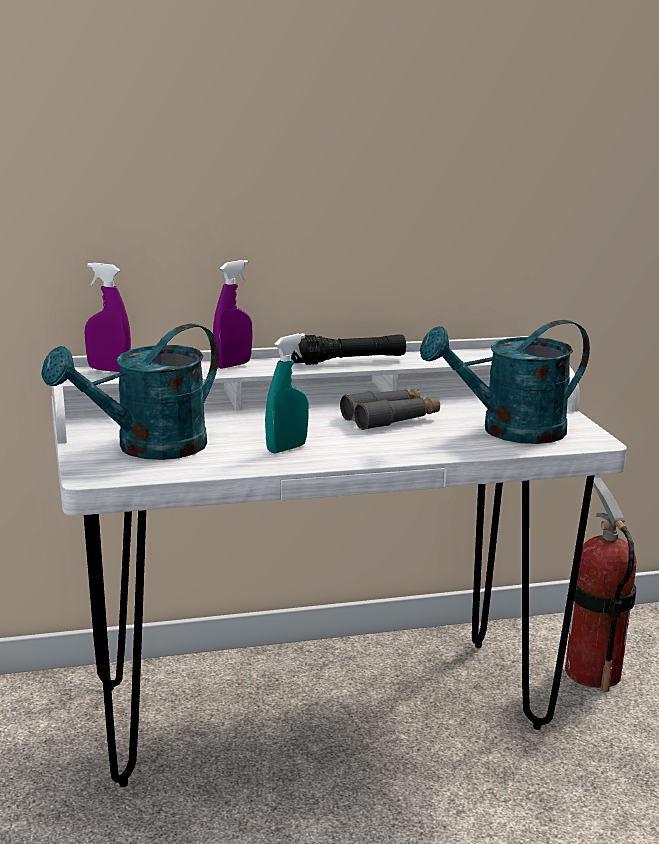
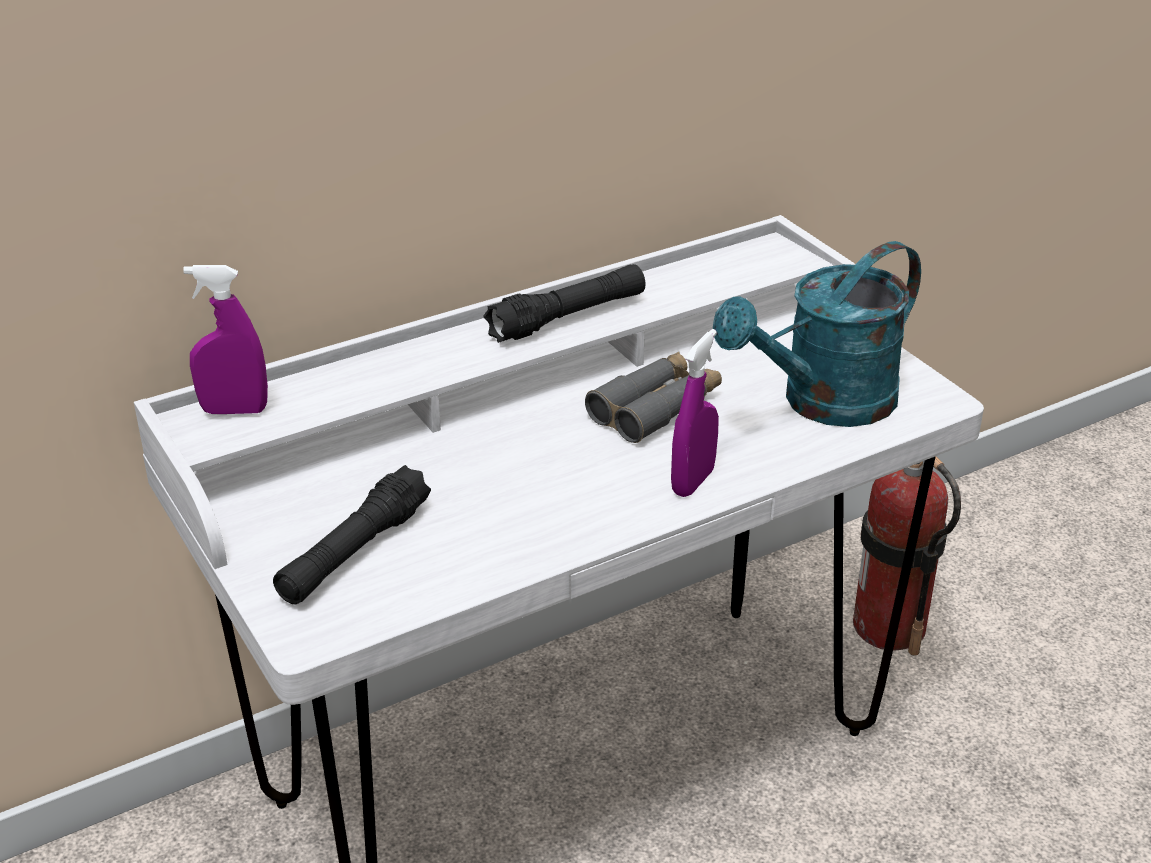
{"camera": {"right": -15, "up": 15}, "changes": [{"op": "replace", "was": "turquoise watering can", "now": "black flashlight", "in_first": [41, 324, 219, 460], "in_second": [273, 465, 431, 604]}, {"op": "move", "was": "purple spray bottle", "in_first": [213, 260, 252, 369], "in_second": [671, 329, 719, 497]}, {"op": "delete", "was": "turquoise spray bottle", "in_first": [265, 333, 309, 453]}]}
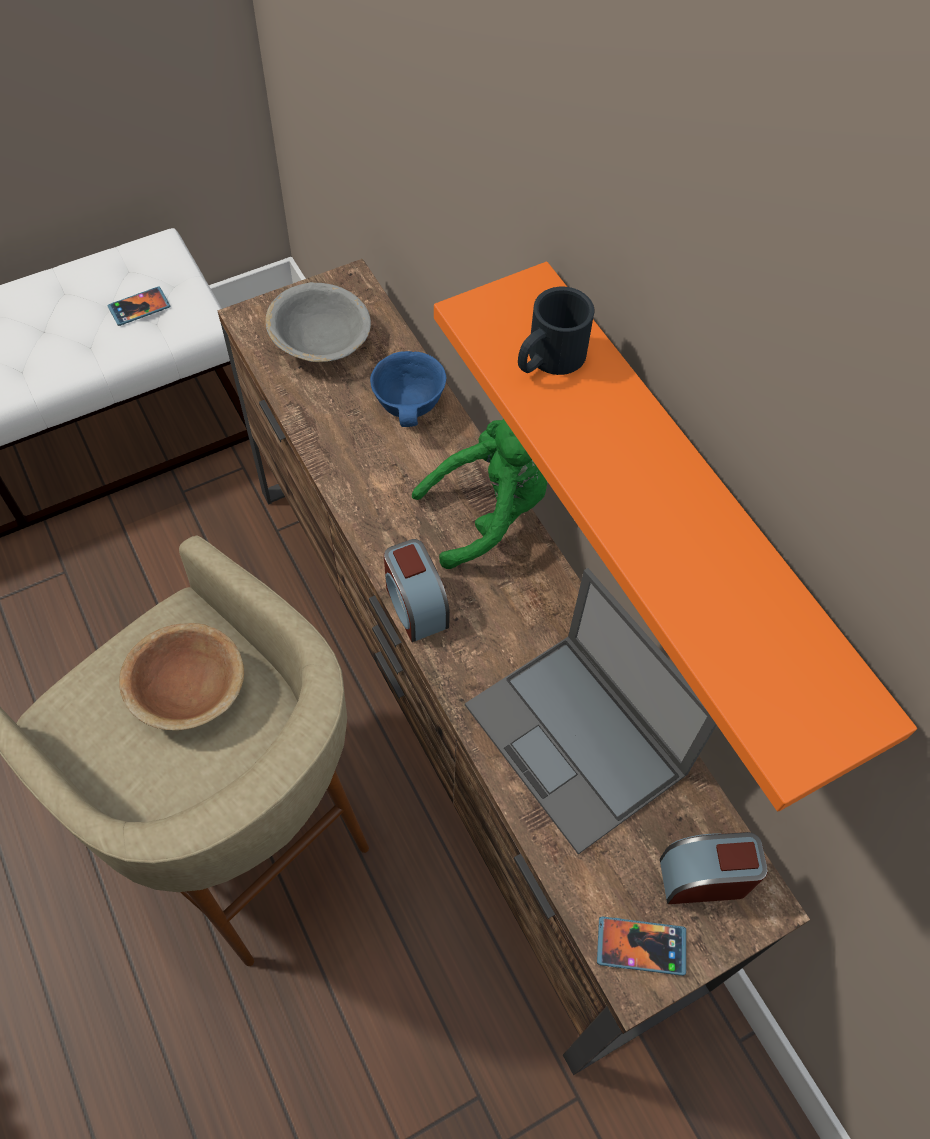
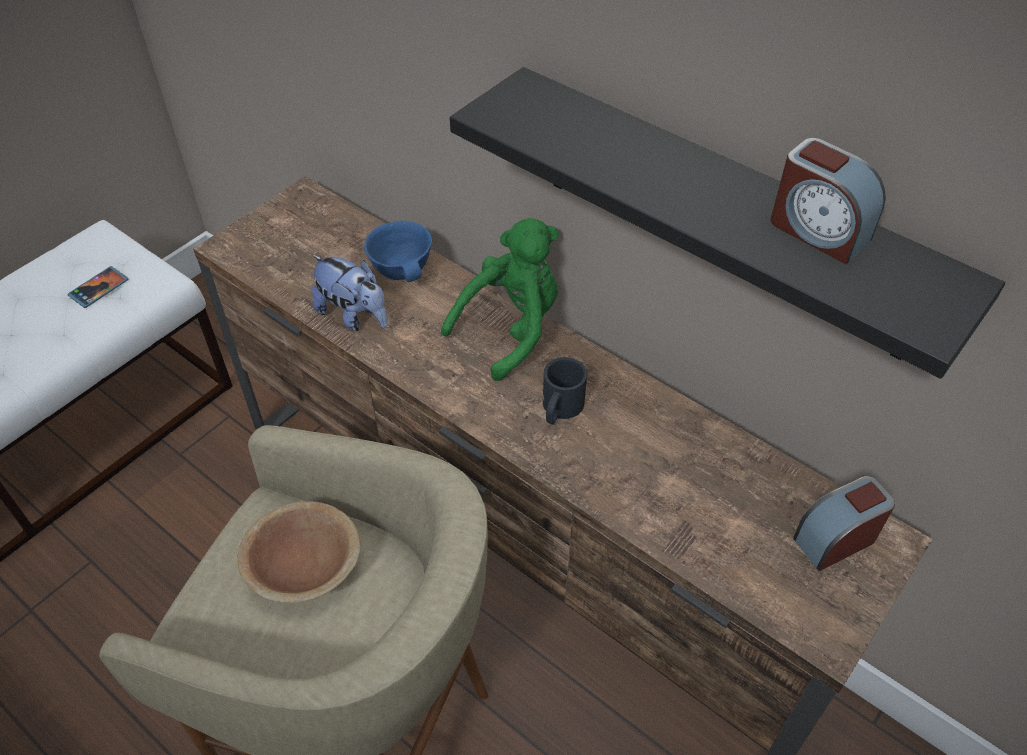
{"camera": {"right": -20, "up": -10}, "changes": [{"op": "delete", "was": "grey bowl", "in_first": [265, 282, 371, 362]}, {"op": "move", "was": "alarm clock", "in_first": [384, 539, 450, 642], "in_second": [771, 138, 886, 264]}, {"op": "recolor", "was": "orange shelf", "now": "black shelf", "in_first": [434, 262, 917, 811], "in_second": [450, 67, 1005, 379]}, {"op": "delete", "was": "laptop", "in_first": [465, 568, 717, 854]}, {"op": "move", "was": "black mug", "in_first": [518, 287, 594, 375], "in_second": [543, 357, 587, 424]}, {"op": "delete", "was": "phone", "in_first": [597, 917, 686, 976]}, {"op": "insert", "now": "plush toy", "in_second": [311, 255, 388, 331]}]}
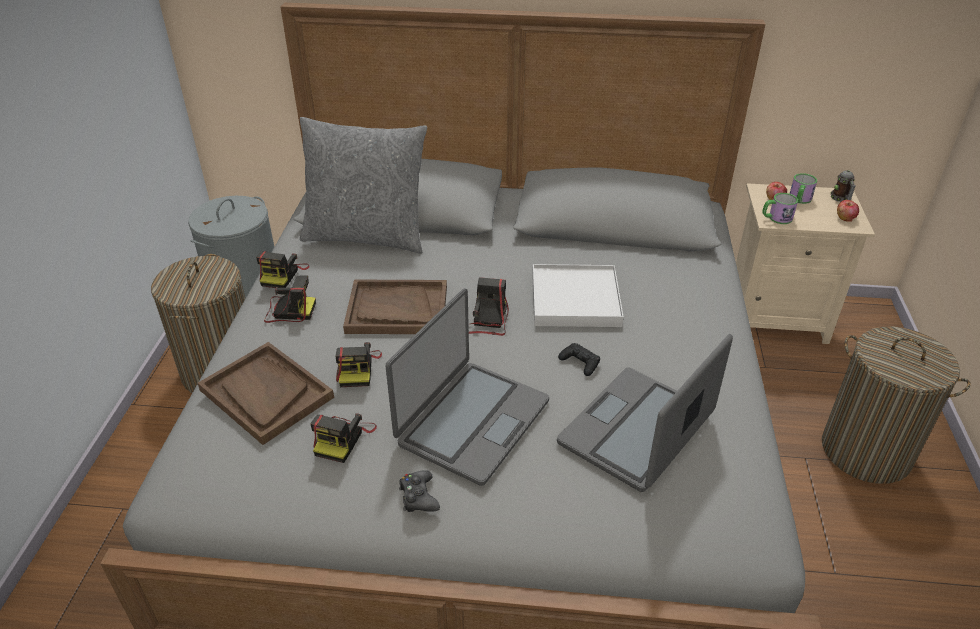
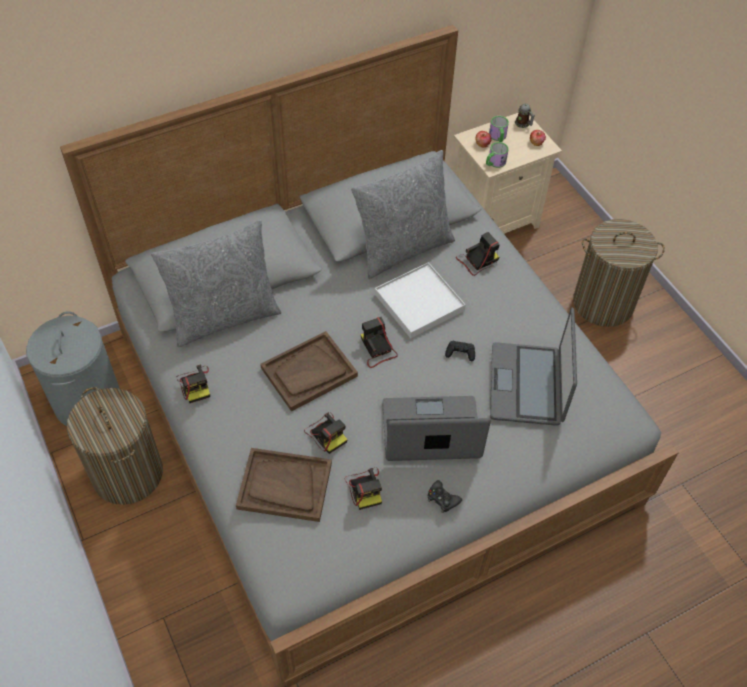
{"camera": {"right": -35, "up": 15}, "changes": [{"op": "move", "was": "photo camera", "in_first": [264, 275, 316, 323], "in_second": [456, 232, 500, 276]}, {"op": "rotate", "was": "laptop", "in_first": [386, 288, 549, 486], "in_second": [382, 396, 491, 461], "clockwise": -90}, {"op": "insert", "now": "grey pillow", "in_second": [351, 150, 455, 279]}]}
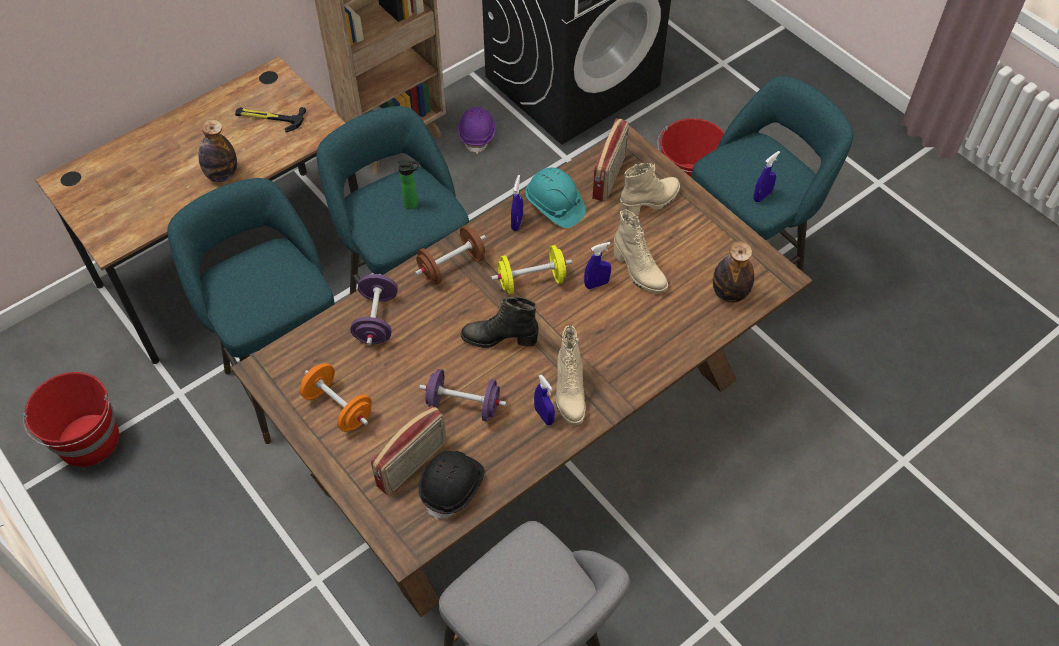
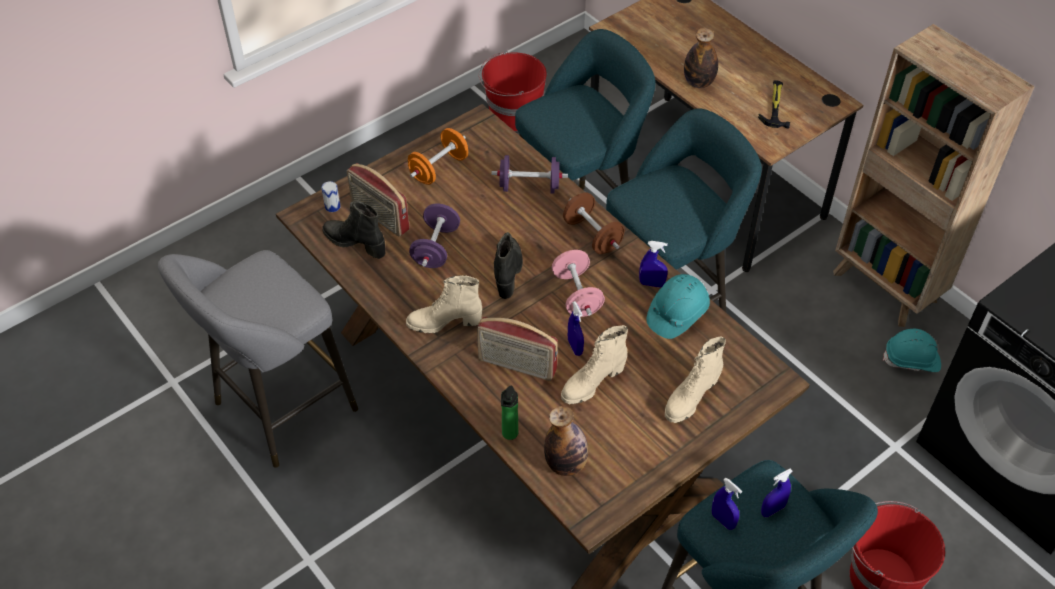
{"camera": {"right": 90, "up": -5}, "changes": [{"op": "move", "was": "bottle", "in_first": [398, 160, 419, 209], "in_second": [501, 386, 518, 440]}, {"op": "replace", "was": "black hard hat", "now": "black boot", "in_first": [419, 451, 484, 520], "in_second": [322, 201, 386, 259]}, {"op": "recolor", "was": "purple hard hat", "now": "turquoise hard hat", "in_first": [458, 107, 496, 154], "in_second": [883, 329, 941, 372]}, {"op": "recolor", "was": "yellow dumbbell", "now": "pink dumbbell", "in_first": [491, 245, 572, 295], "in_second": [552, 250, 605, 317]}, {"op": "move", "was": "blue spray bottle", "in_first": [534, 374, 555, 425], "in_second": [761, 469, 793, 517]}, {"op": "move", "was": "radio", "in_first": [592, 118, 629, 201], "in_second": [477, 317, 558, 381]}, {"op": "rotate", "was": "beige boot", "in_first": [620, 163, 680, 216], "in_second": [665, 336, 726, 423], "clockwise": 75}, {"op": "insert", "now": "can", "in_second": [321, 181, 340, 212]}]}
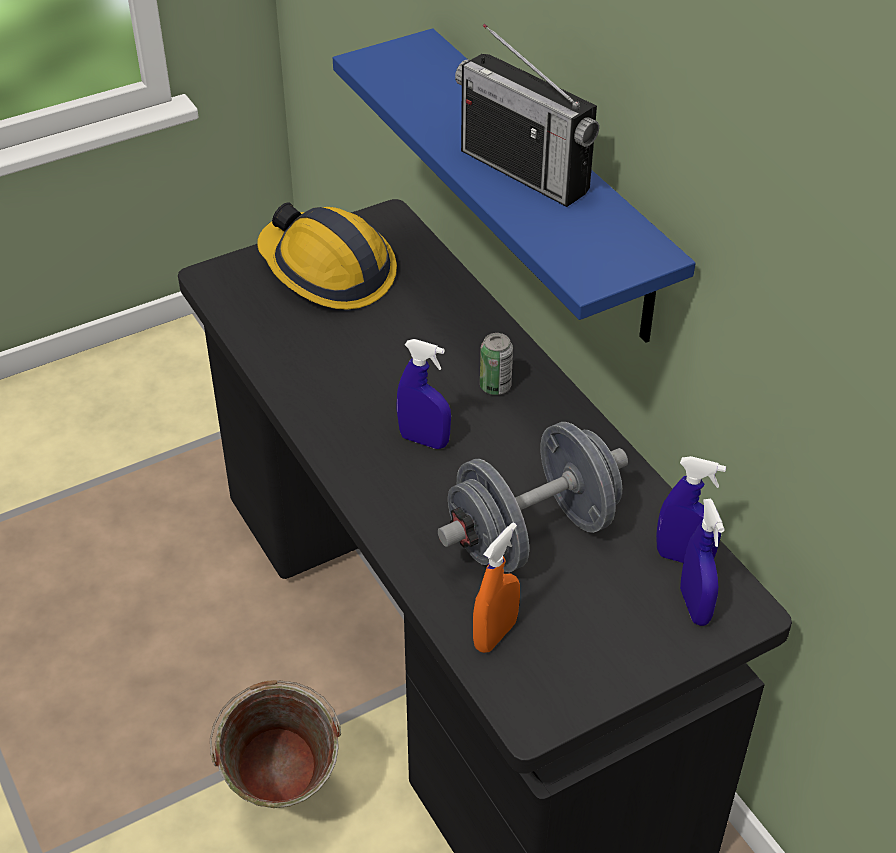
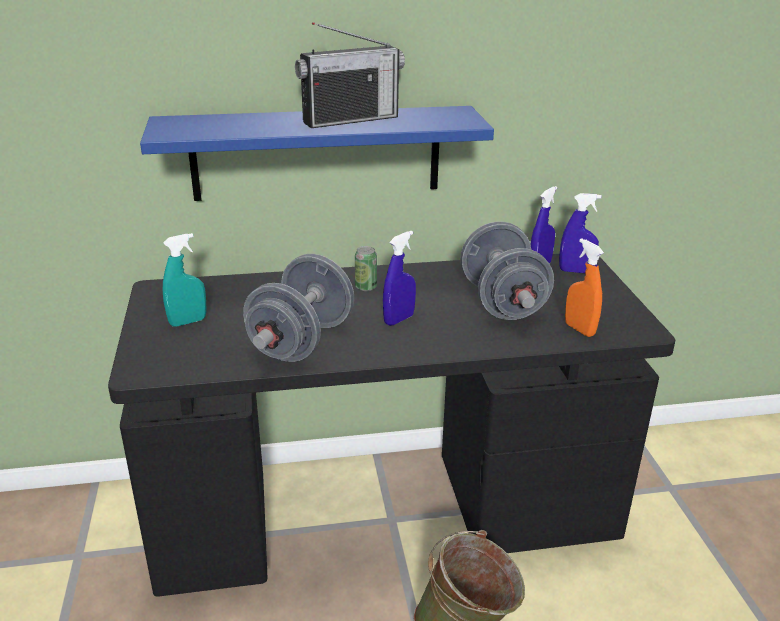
{"camera": {"right": -70, "up": -15}, "changes": [{"op": "replace", "was": "hard hat", "now": "turquoise spray bottle", "in_first": [257, 203, 397, 310], "in_second": [163, 233, 207, 327]}, {"op": "insert", "now": "grey dumbbell", "in_second": [243, 254, 354, 362]}]}
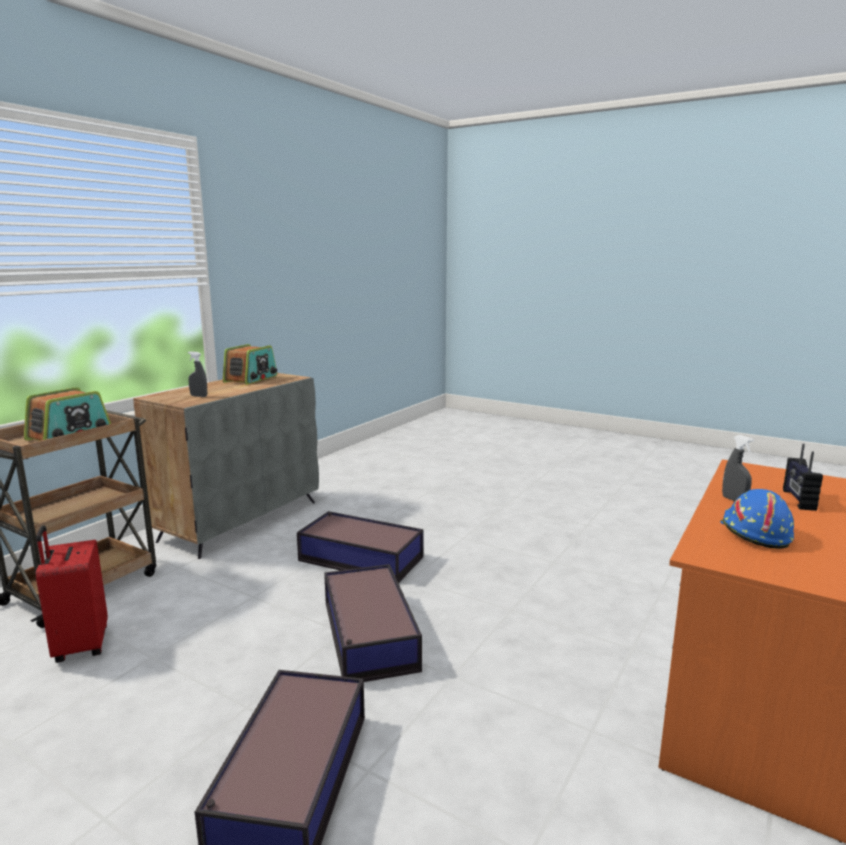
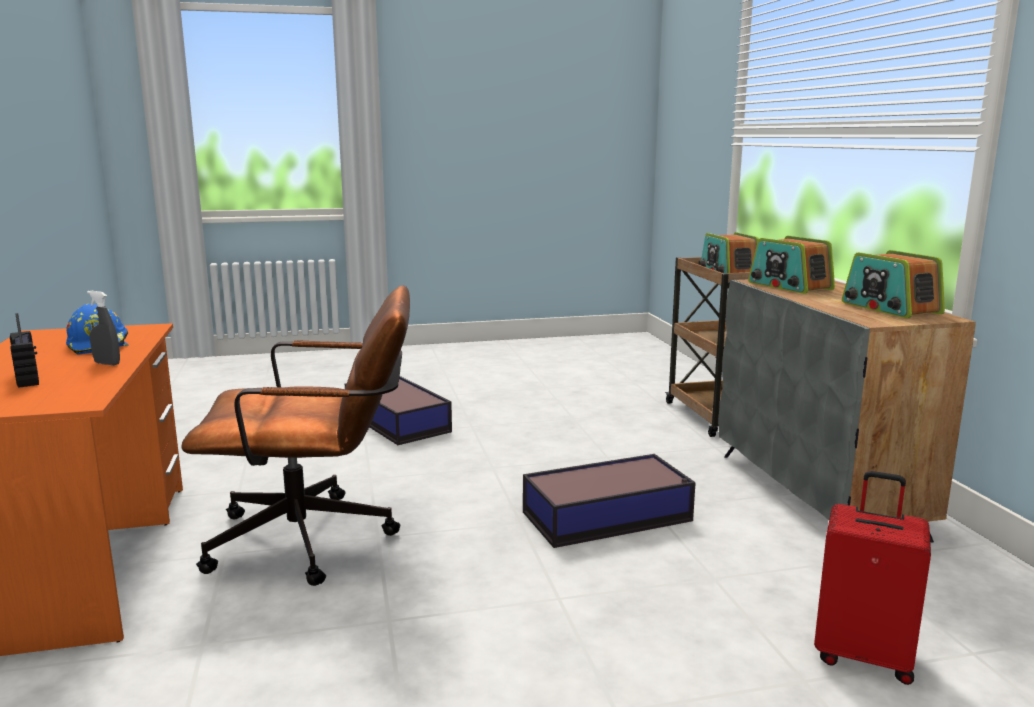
{"camera": {"right": 135, "up": 0}, "changes": [{"op": "move", "was": "red suitcase", "in_first": [36, 525, 108, 663], "in_second": [814, 471, 931, 685]}, {"op": "replace", "was": "grey spray bottle", "now": "radio", "in_first": [188, 351, 207, 397], "in_second": [748, 236, 835, 294]}, {"op": "delete", "was": "storage box", "in_first": [324, 564, 422, 682]}, {"op": "insert", "now": "brown office chair", "in_second": [181, 285, 410, 586]}]}
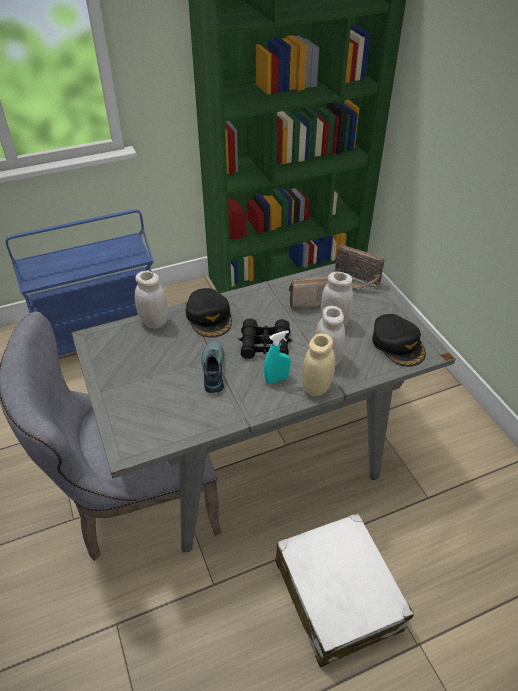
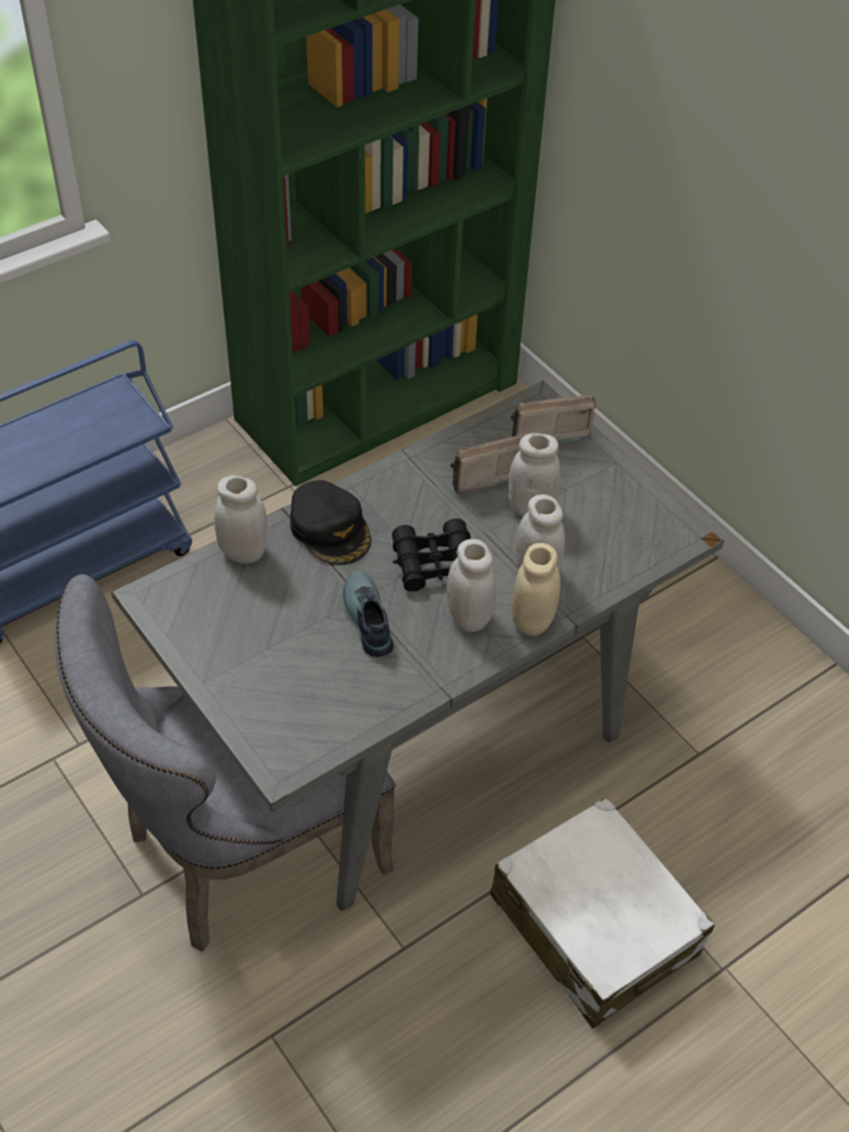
{"camera": {"right": -15, "up": 5}, "changes": [{"op": "replace", "was": "turquoise spray bottle", "now": "white jar", "in_first": [264, 331, 291, 384], "in_second": [447, 539, 496, 632]}, {"op": "rotate", "was": "radio", "in_first": [333, 245, 384, 290], "in_second": [511, 395, 596, 442], "clockwise": 150}, {"op": "delete", "was": "black cap", "in_first": [372, 314, 426, 367]}]}
